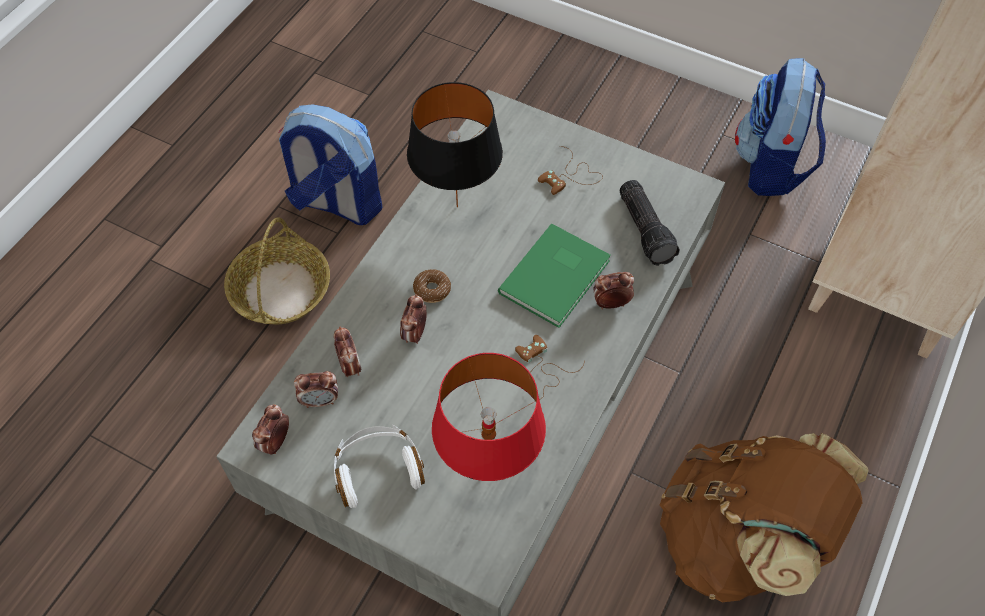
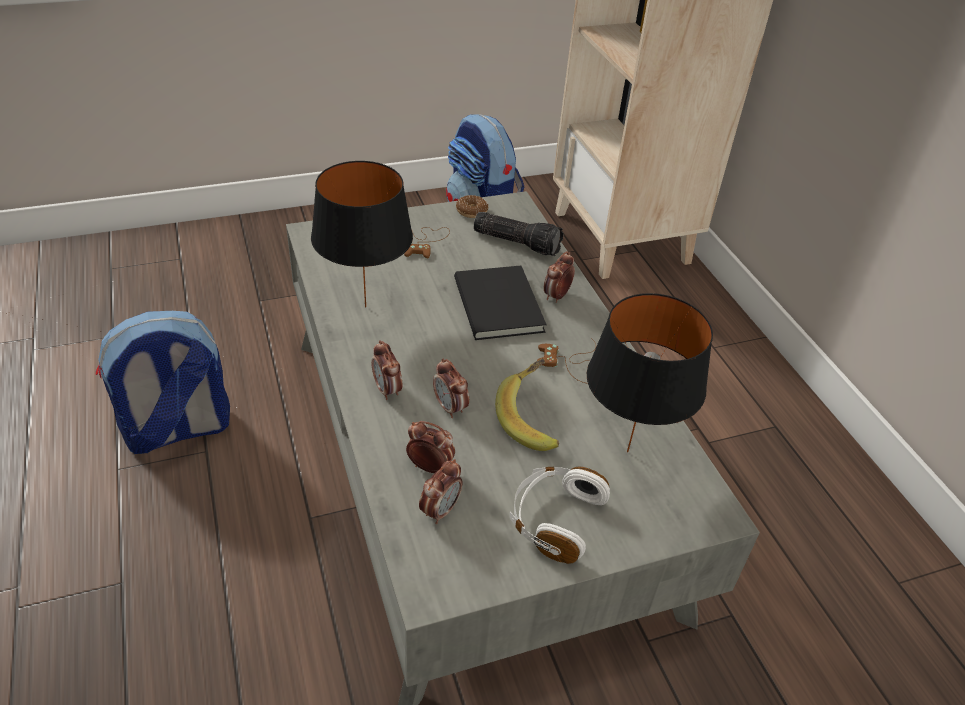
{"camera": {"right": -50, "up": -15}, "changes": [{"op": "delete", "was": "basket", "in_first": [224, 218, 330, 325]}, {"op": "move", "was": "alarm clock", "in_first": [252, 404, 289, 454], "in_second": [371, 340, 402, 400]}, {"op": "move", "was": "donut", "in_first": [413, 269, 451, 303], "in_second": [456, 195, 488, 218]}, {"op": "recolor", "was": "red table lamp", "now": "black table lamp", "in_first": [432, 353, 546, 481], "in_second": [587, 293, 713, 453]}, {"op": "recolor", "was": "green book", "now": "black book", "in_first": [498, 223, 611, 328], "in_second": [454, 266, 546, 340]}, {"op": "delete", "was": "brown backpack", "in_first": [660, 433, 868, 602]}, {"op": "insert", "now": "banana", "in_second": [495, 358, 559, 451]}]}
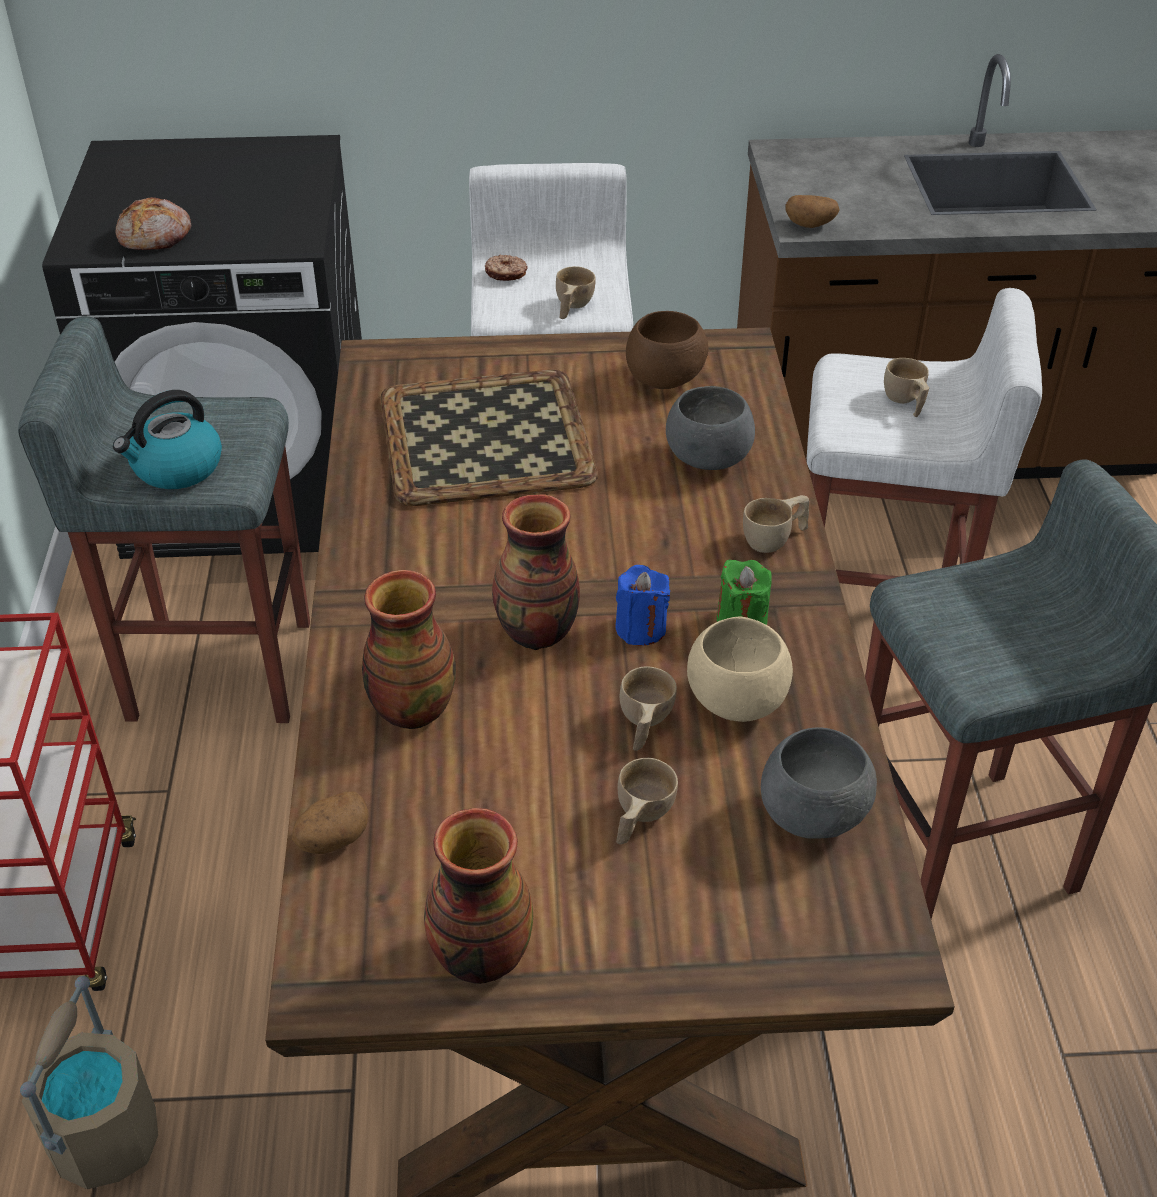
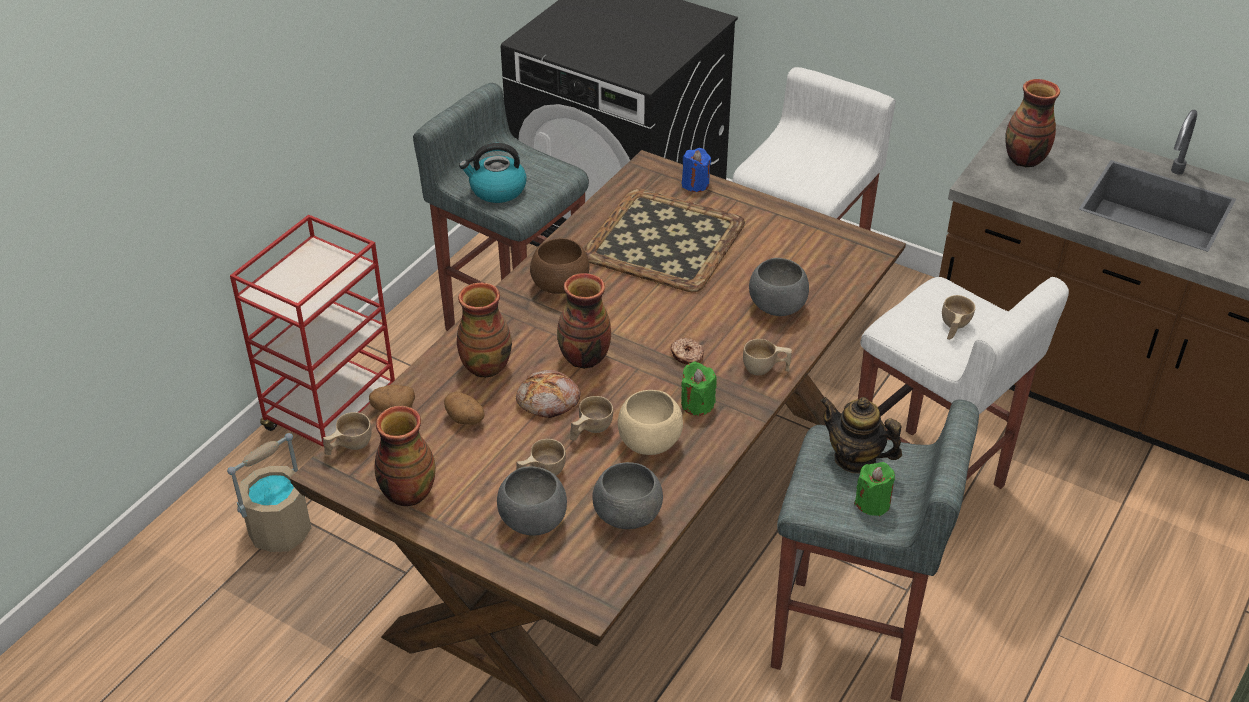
{"camera": {"right": 35, "up": 0}, "changes": [{"op": "move", "was": "bread", "in_first": [115, 197, 192, 250], "in_second": [516, 370, 581, 418]}, {"op": "move", "was": "donut", "in_first": [485, 255, 527, 281], "in_second": [670, 338, 704, 365]}, {"op": "move", "was": "beige cup", "in_first": [556, 266, 596, 319], "in_second": [323, 412, 371, 455]}, {"op": "move", "was": "blue candle", "in_first": [615, 565, 670, 646], "in_second": [682, 148, 711, 192]}, {"op": "move", "was": "brown bowl", "in_first": [626, 311, 709, 389], "in_second": [530, 238, 590, 294]}, {"op": "move", "was": "potato", "in_first": [785, 195, 840, 228], "in_second": [444, 392, 485, 425]}, {"op": "insert", "now": "grey bowl", "in_second": [497, 466, 567, 536]}, {"op": "insert", "now": "teapot", "in_second": [820, 397, 902, 474]}, {"op": "insert", "now": "green candle", "in_second": [854, 462, 895, 516]}, {"op": "insert", "now": "vase", "in_second": [1005, 79, 1060, 168]}]}
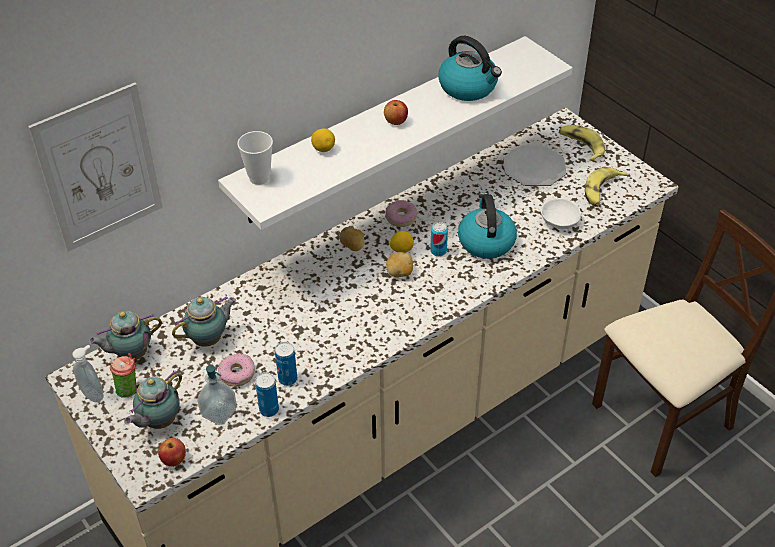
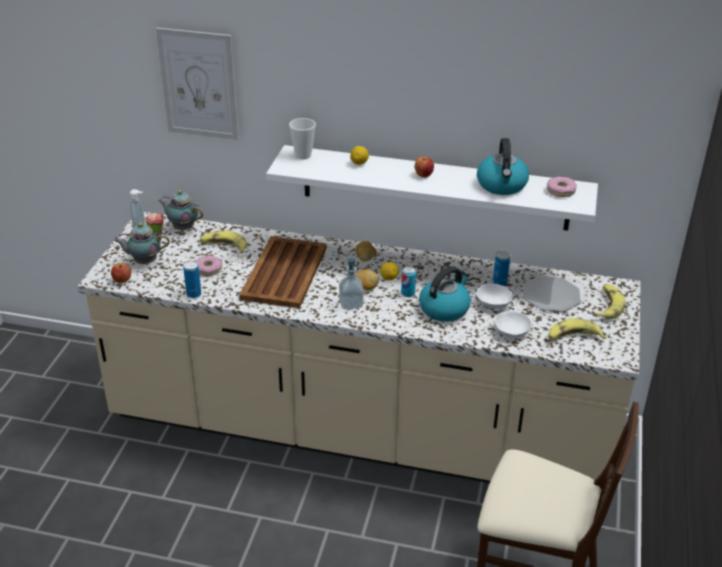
{"camera": {"right": 50, "up": -10}, "changes": [{"op": "replace", "was": "teapot", "now": "banana", "in_first": [172, 296, 236, 347], "in_second": [200, 230, 247, 253]}, {"op": "move", "was": "soap dispenser", "in_first": [197, 365, 237, 425], "in_second": [339, 258, 364, 309]}, {"op": "move", "was": "can", "in_first": [275, 342, 297, 386], "in_second": [493, 251, 510, 287]}, {"op": "move", "was": "donut", "in_first": [385, 200, 417, 227], "in_second": [547, 177, 577, 197]}, {"op": "insert", "now": "brown tray", "in_second": [239, 236, 327, 308]}, {"op": "insert", "now": "white bowl", "in_second": [477, 284, 513, 309]}]}
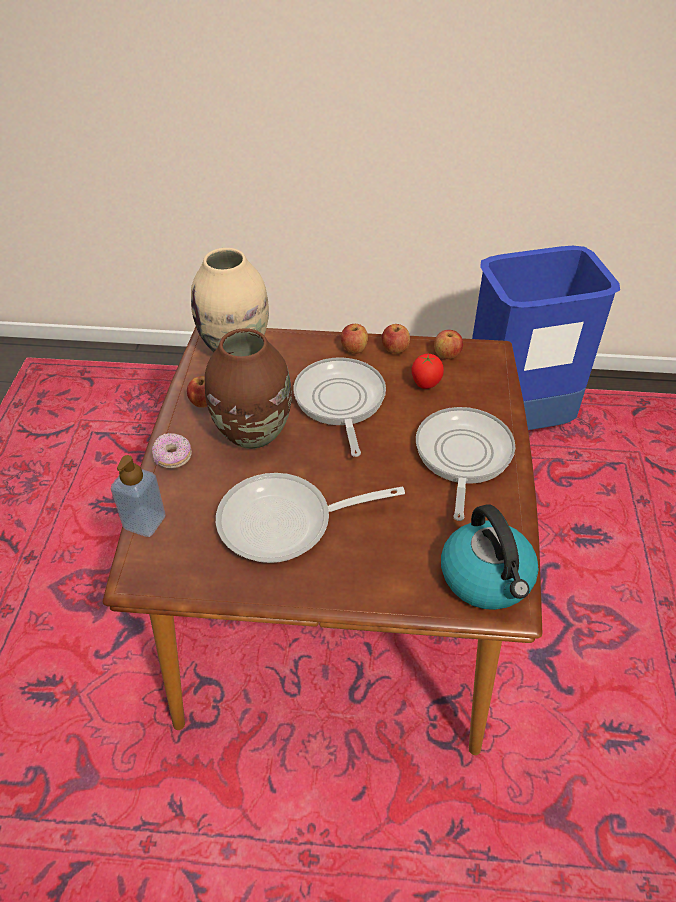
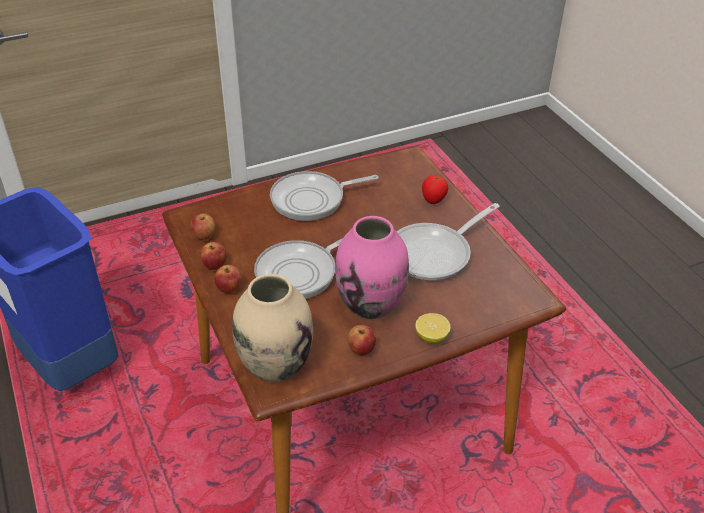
{"camera": {"right": -120, "up": -5}, "changes": [{"op": "delete", "was": "soap dispenser", "in_first": [111, 455, 166, 537]}, {"op": "replace", "was": "donut", "now": "lemon", "in_first": [152, 433, 192, 468], "in_second": [415, 313, 451, 344]}, {"op": "recolor", "was": "brown vase", "now": "pink vase", "in_first": [205, 328, 292, 449], "in_second": [335, 216, 409, 319]}, {"op": "rotate", "was": "frying pan", "in_first": [216, 473, 405, 563], "in_second": [396, 203, 500, 281], "clockwise": 90}, {"op": "move", "was": "tomato", "in_first": [412, 354, 444, 389], "in_second": [422, 175, 448, 204]}, {"op": "delete", "was": "kettle", "in_first": [441, 504, 539, 610]}]}
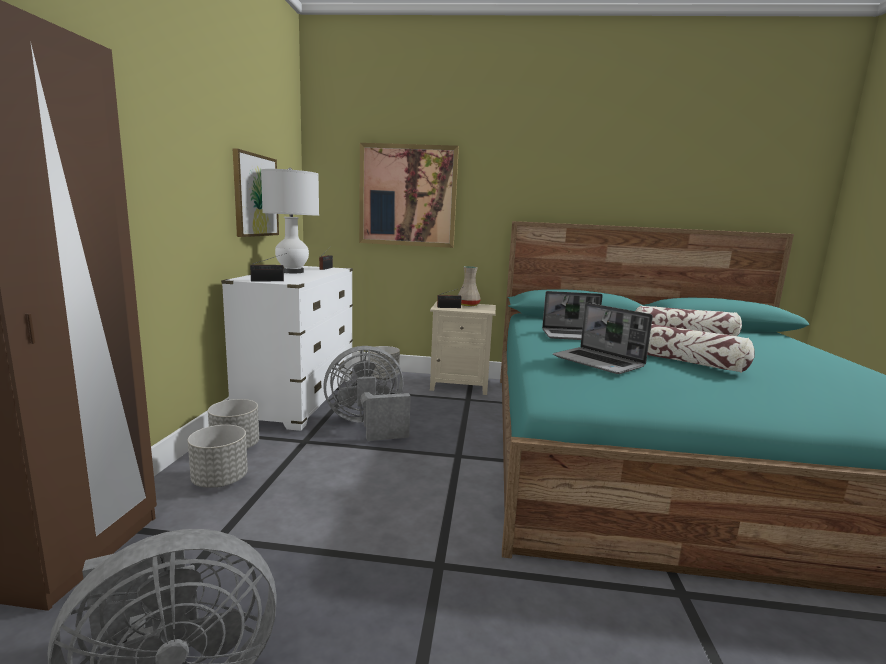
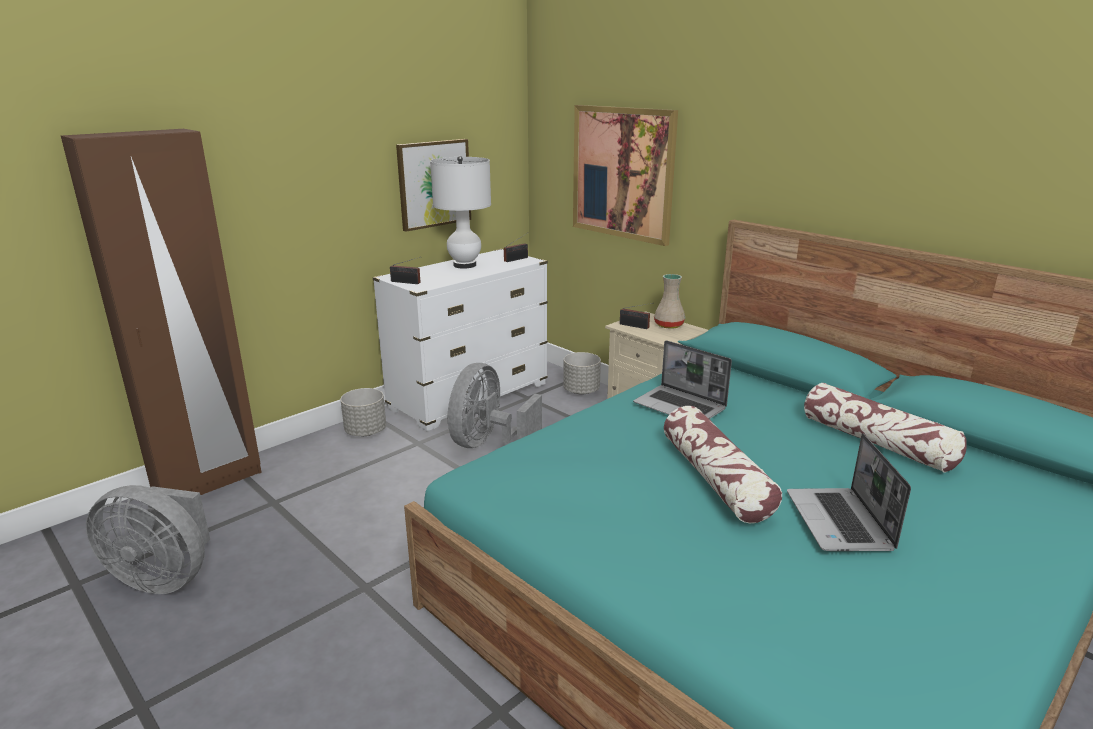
{"camera": {"right": 40, "up": 10}, "changes": [{"op": "delete", "was": "grey planter", "in_first": [188, 425, 248, 488]}, {"op": "rotate", "was": "grey fan", "in_first": [323, 346, 411, 441], "in_second": [448, 363, 542, 448], "clockwise": -90}, {"op": "move", "was": "laptop", "in_first": [553, 303, 653, 374], "in_second": [787, 433, 911, 551]}]}
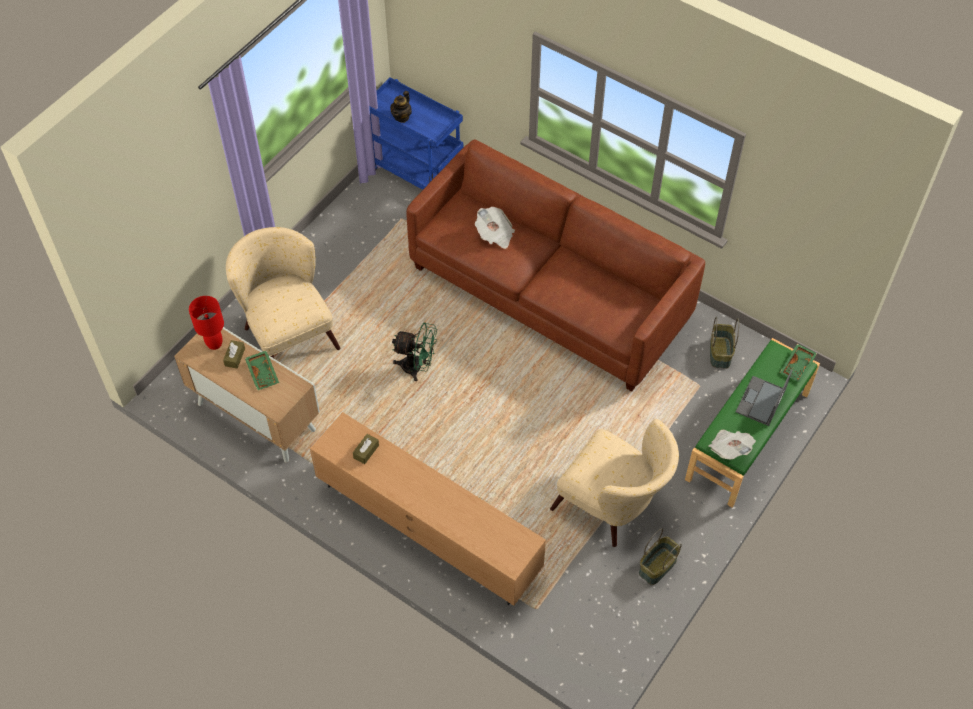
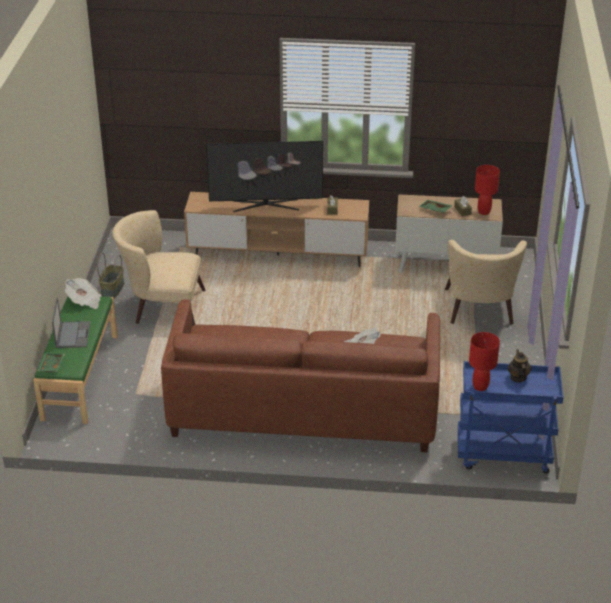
{"camera": {"right": 150, "up": -20}, "changes": [{"op": "rotate", "was": "beige armchair", "in_first": [226, 227, 341, 358], "in_second": [445, 240, 527, 325], "clockwise": 60}, {"op": "delete", "was": "green fan", "in_first": [392, 322, 437, 381]}, {"op": "delete", "was": "basket", "in_first": [710, 317, 739, 369]}, {"op": "insert", "now": "television", "in_second": [206, 141, 323, 212]}, {"op": "insert", "now": "red table lamp", "in_second": [469, 332, 500, 391]}]}
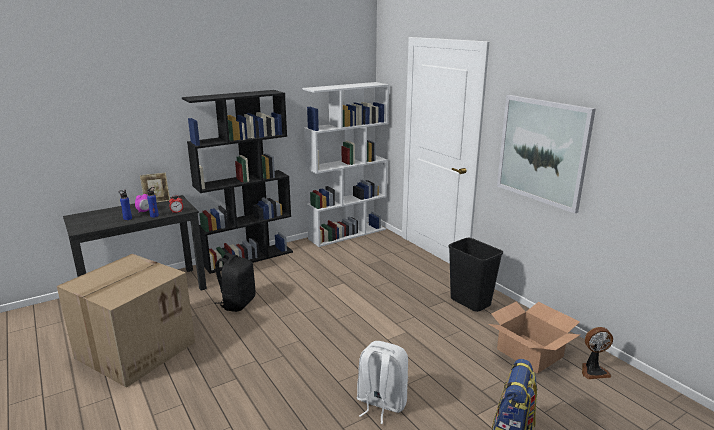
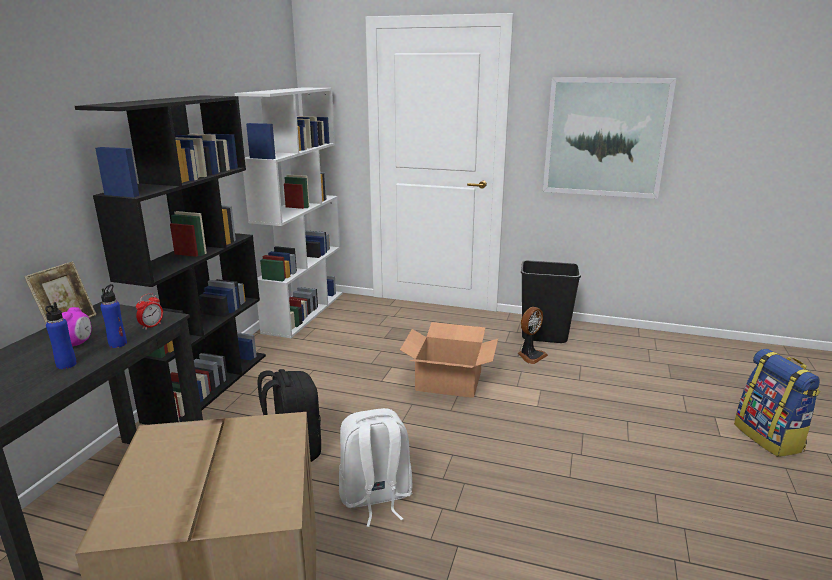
{"camera": {"right": -40, "up": 0}, "changes": [{"op": "move", "was": "white backpack", "in_first": [357, 341, 408, 424], "in_second": [339, 408, 413, 527]}, {"op": "move", "was": "cardboard box", "in_first": [489, 301, 580, 374], "in_second": [400, 322, 498, 398]}, {"op": "move", "was": "fan", "in_first": [582, 327, 613, 379], "in_second": [518, 307, 548, 364]}]}
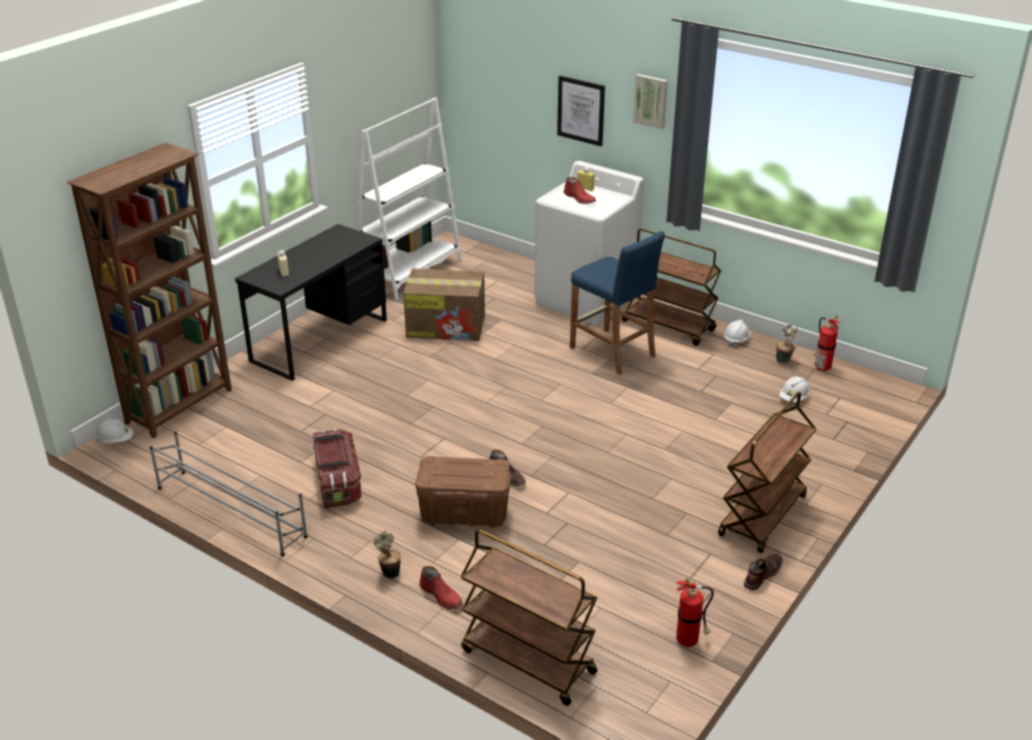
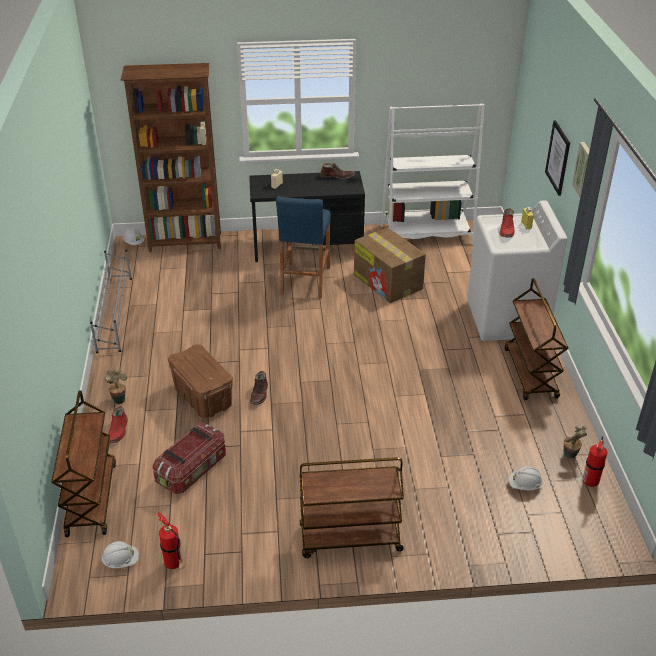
{"camera": {"right": 50, "up": 5}, "changes": [{"op": "move", "was": "storage box", "in_first": [313, 429, 362, 508], "in_second": [152, 422, 226, 494]}, {"op": "move", "was": "blue stool", "in_first": [570, 231, 665, 375], "in_second": [276, 196, 331, 299]}, {"op": "move", "was": "white hard hat", "in_first": [724, 320, 751, 347], "in_second": [101, 541, 139, 568]}, {"op": "move", "was": "brown boot", "in_first": [744, 553, 783, 590], "in_second": [320, 163, 355, 180]}]}
